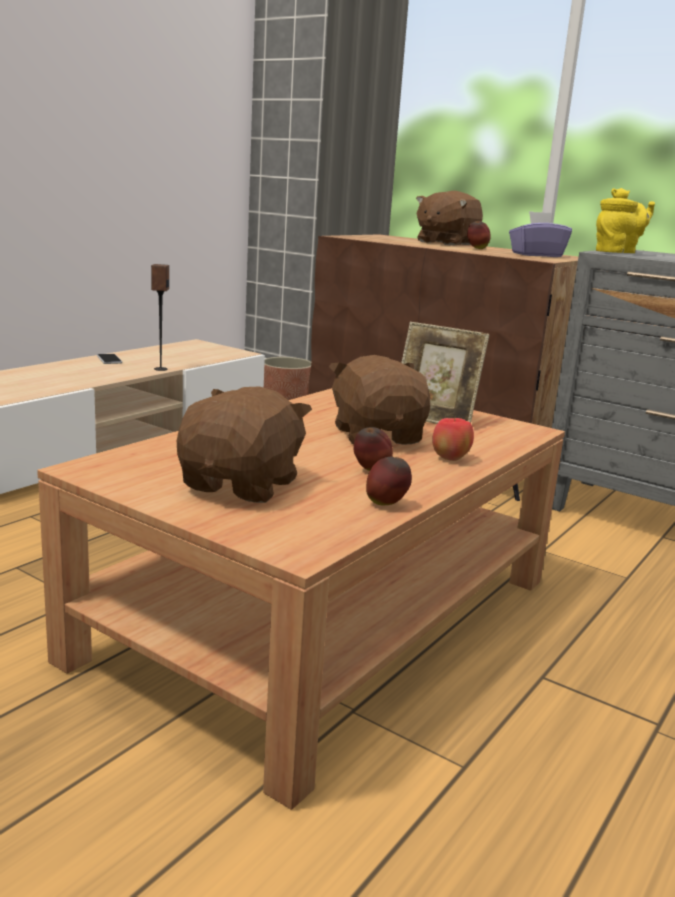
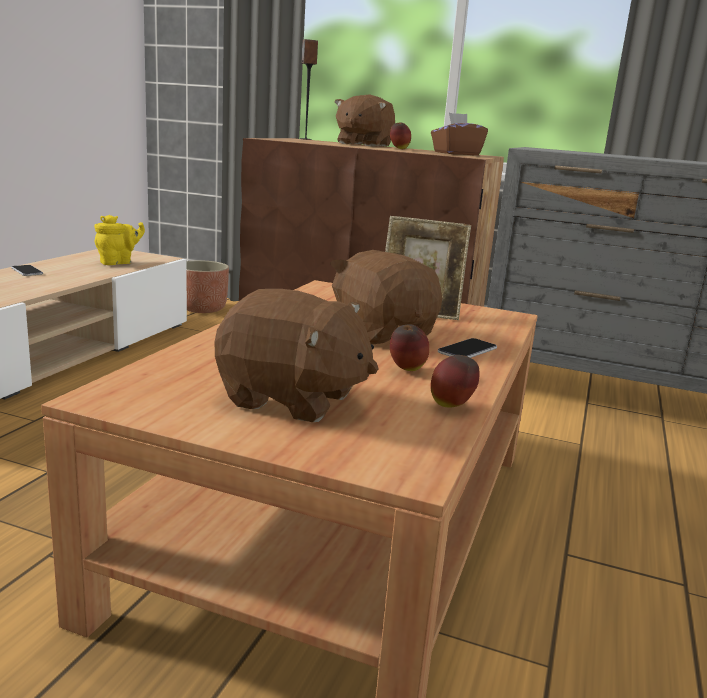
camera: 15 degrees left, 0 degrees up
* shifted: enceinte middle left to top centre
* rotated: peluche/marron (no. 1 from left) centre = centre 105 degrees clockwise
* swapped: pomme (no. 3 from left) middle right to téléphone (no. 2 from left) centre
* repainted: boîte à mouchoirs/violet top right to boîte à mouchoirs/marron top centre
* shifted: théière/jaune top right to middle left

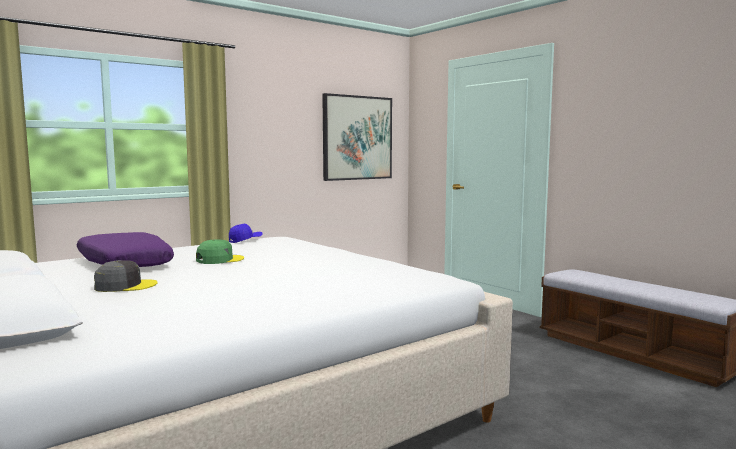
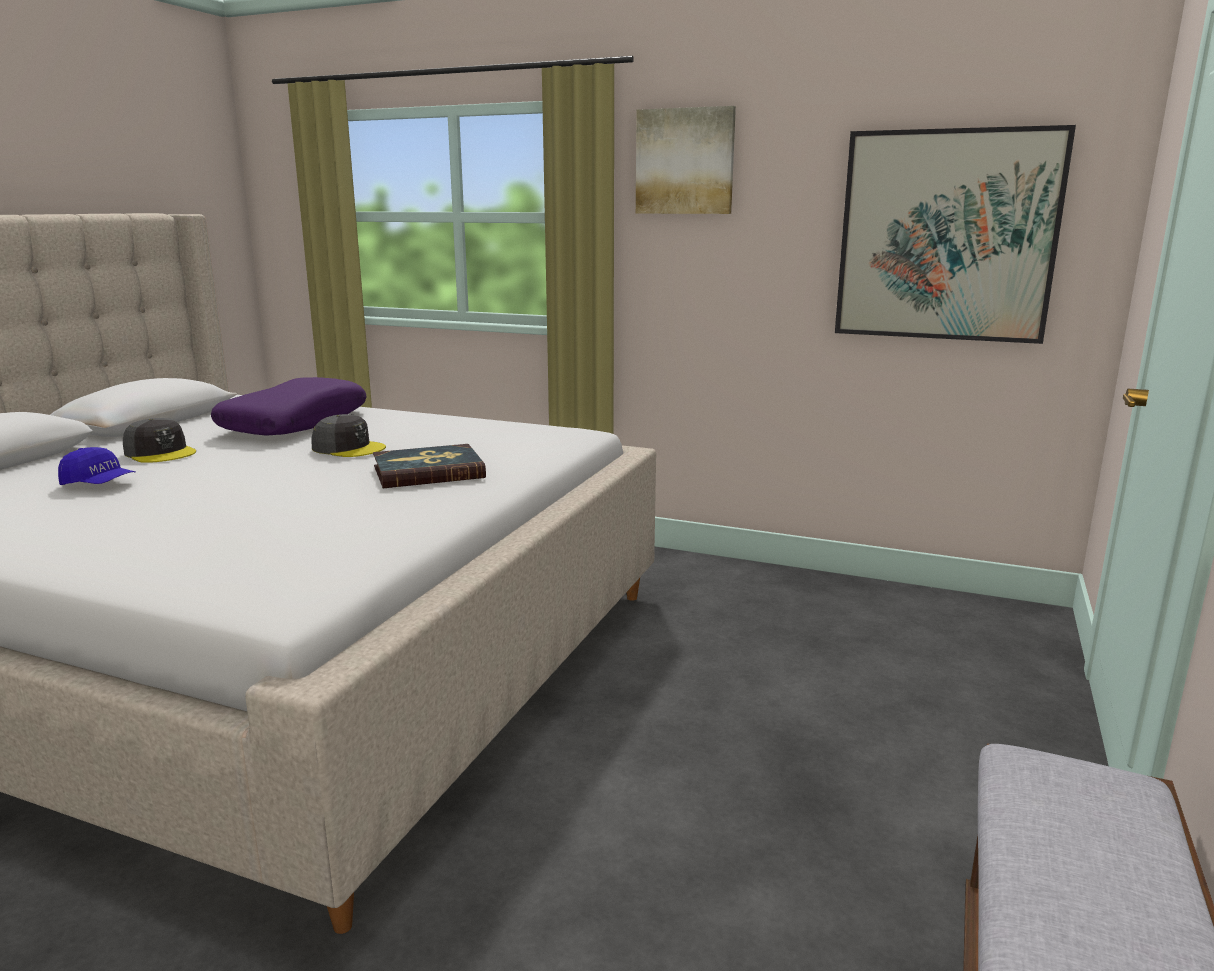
camera: 60 degrees right, 10 degrees up
* repainted: casquette/vert middle left to casquette/gris (no. 2 from left) middle left
* shifted: casquette/bleu centre to middle left
* new: livre centre
* new: tableau (no. 1 from left) top centre

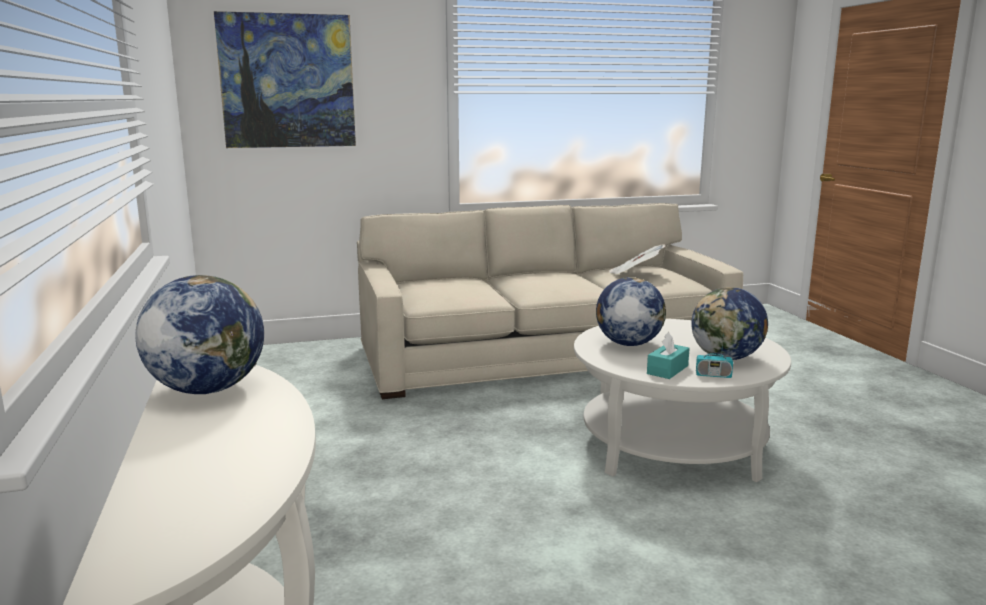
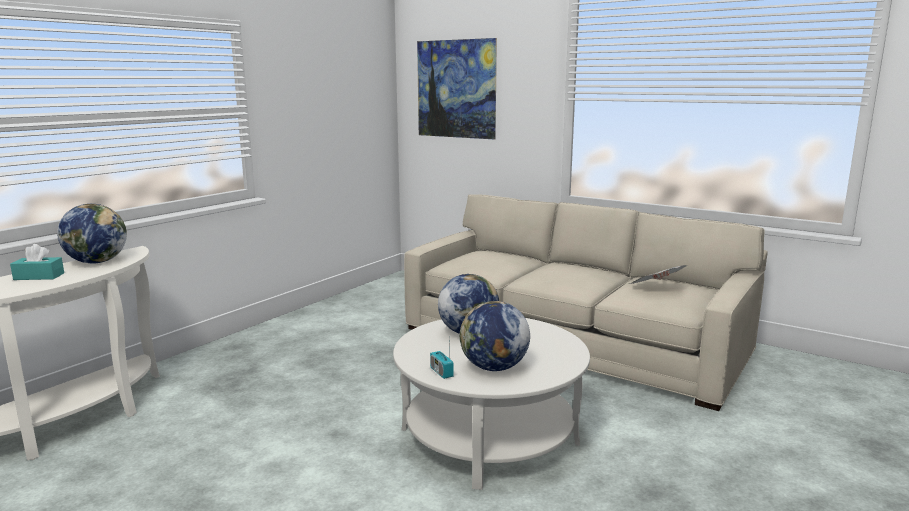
camera: 50 degrees right, 0 degrees up
* shifted: boîte à mouchoirs/turquoise middle right to middle left

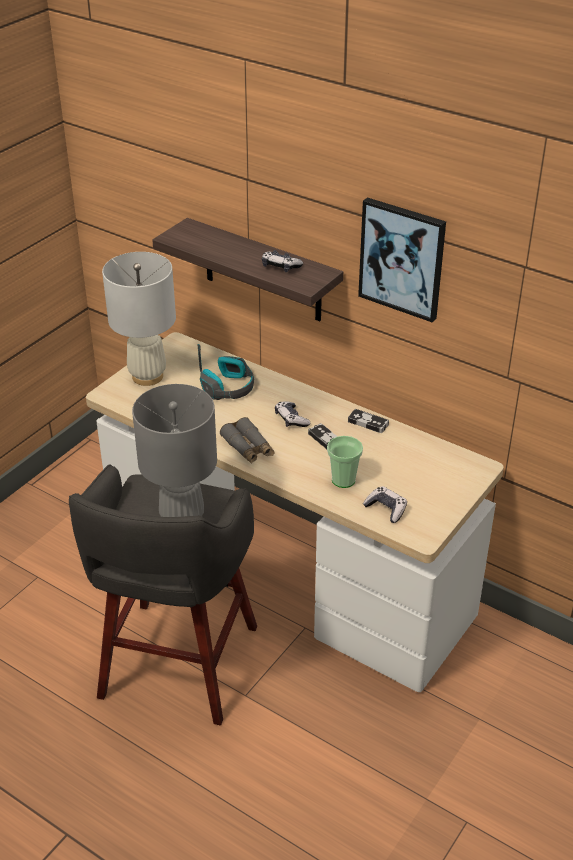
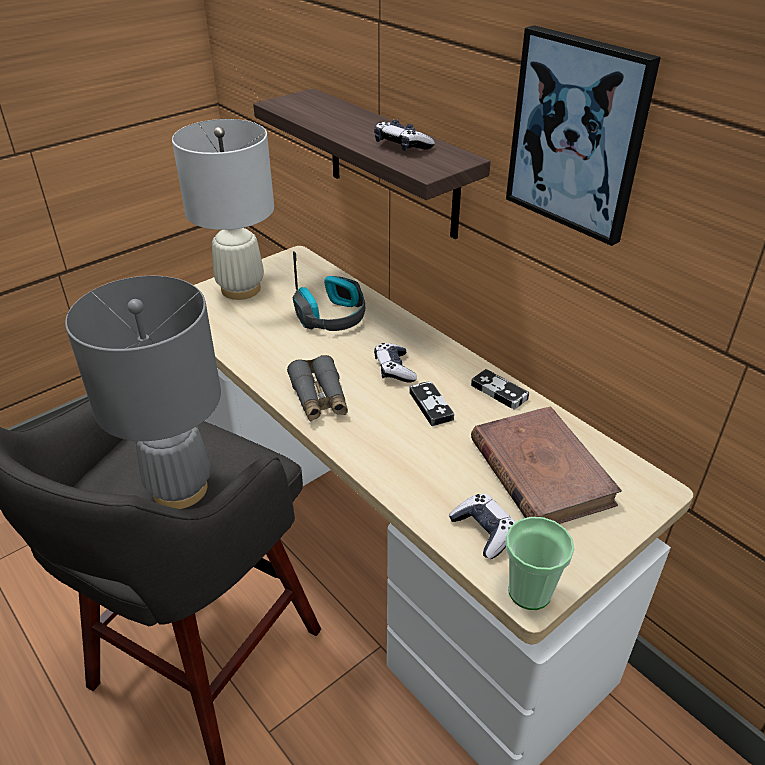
camera: 15 degrees right, 0 degrees up
* shifted: tasse centre to bottom right
* new: livre/marron middle right

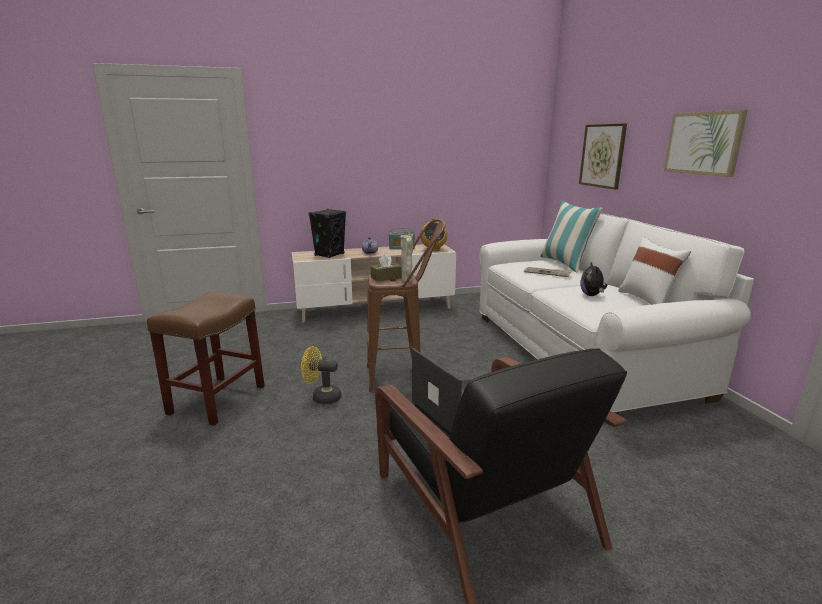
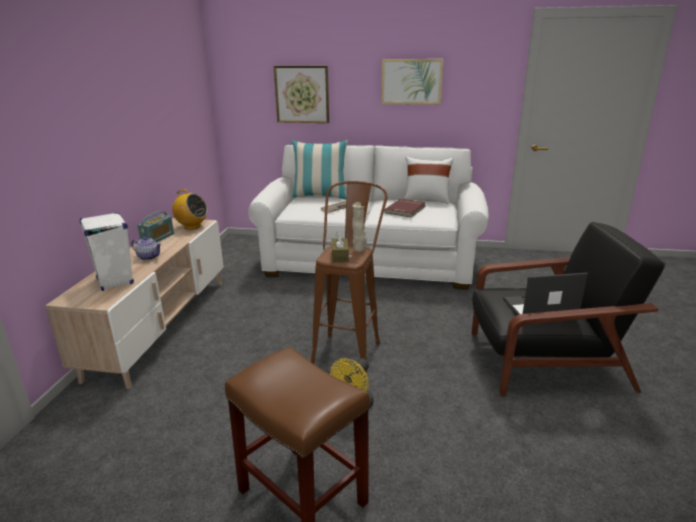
camera: 65 degrees left, 5 degrees up
* repainted: enceinte/noir centre to enceinte/blanc middle left
* swapped: peluche middle right to livre/rouge centre

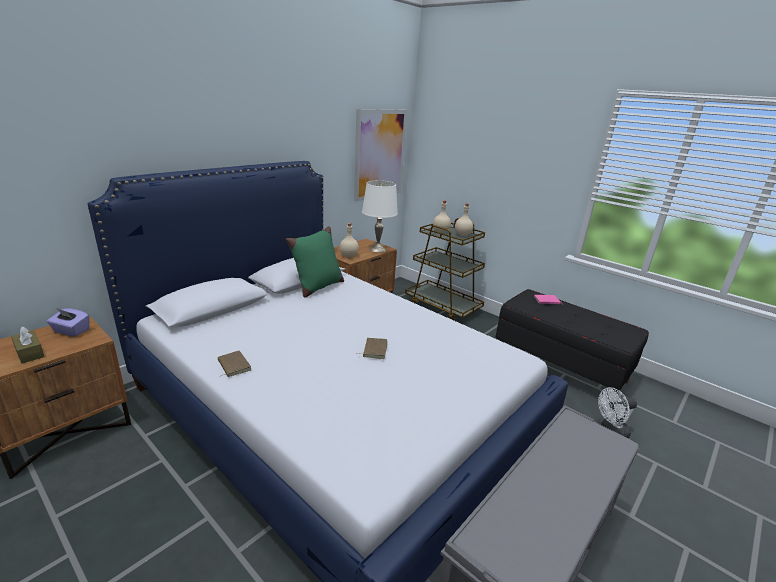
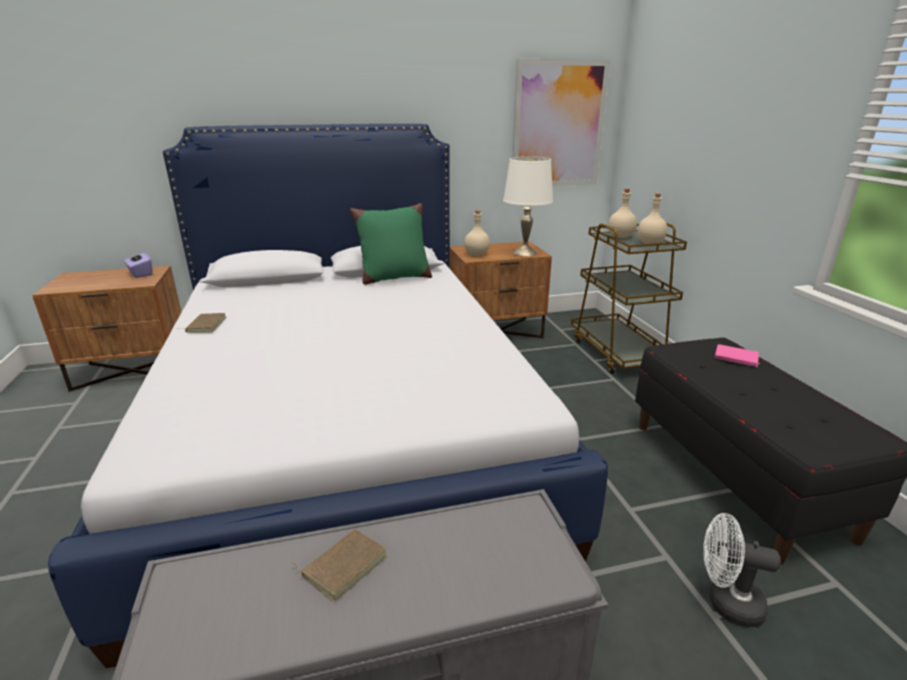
camera: 35 degrees right, 0 degrees up
* gone: boîte à mouchoirs/marron middle left
* shifted: livre/marron (no. 2 from left) centre to bottom centre

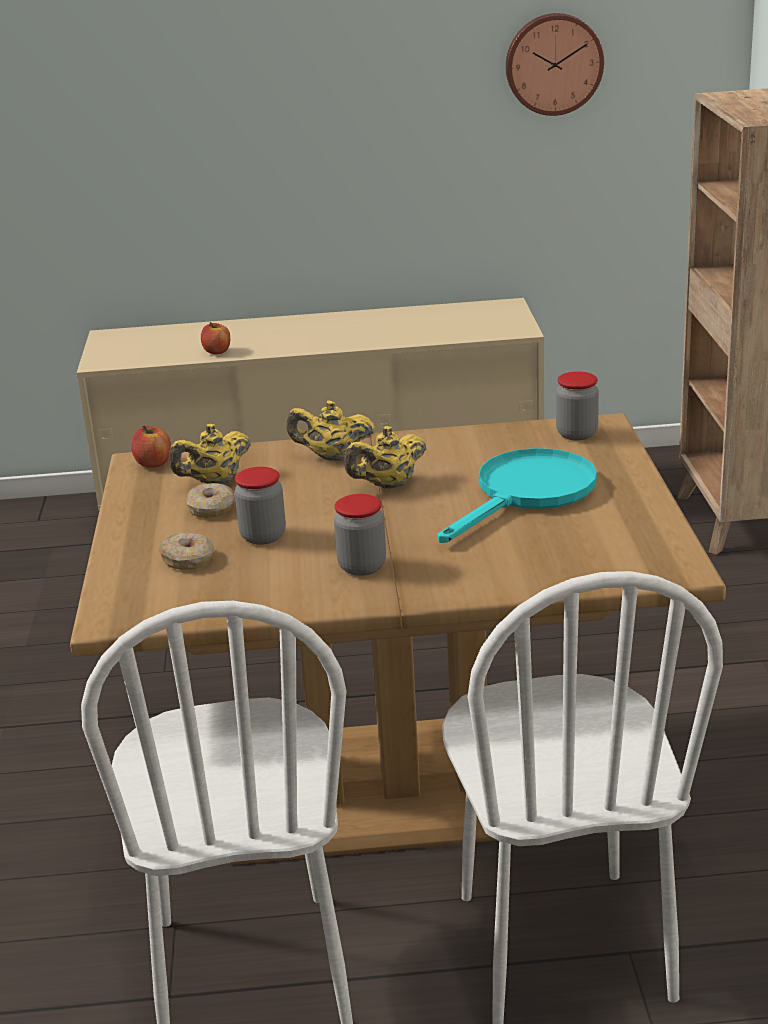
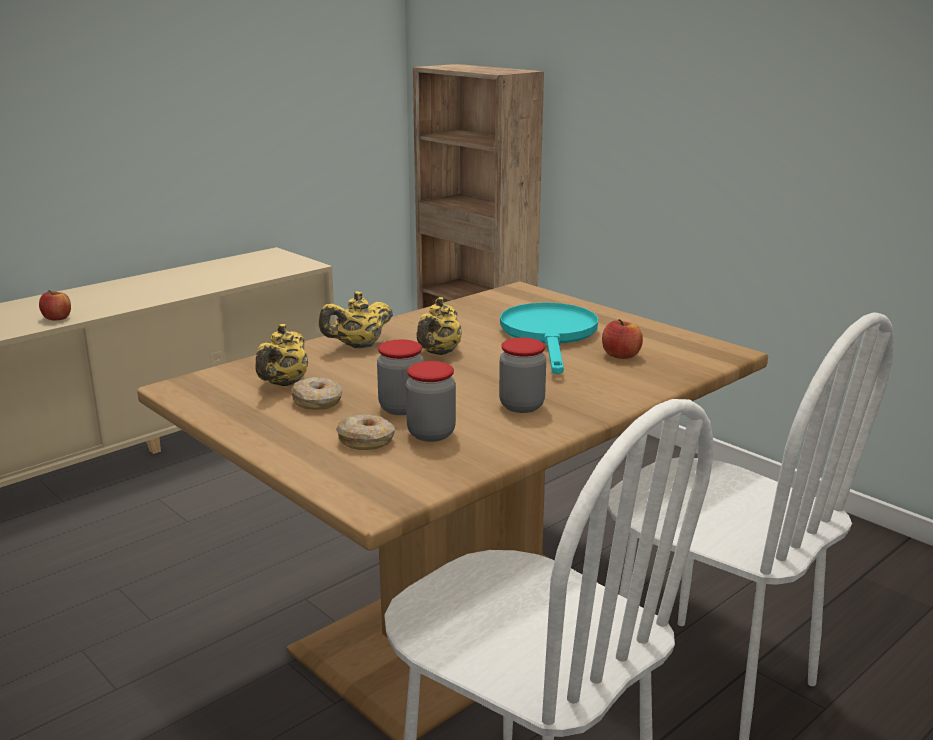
camera: 40 degrees left, 5 degrees down
* shifted: pomme (no. 1 from left in the first image) middle left to pomme (no. 2 from left) middle right
* gone: horloge murale top right
* shifted: bocal (no. 3 from left in the first image) middle right to bocal (no. 2 from left) centre

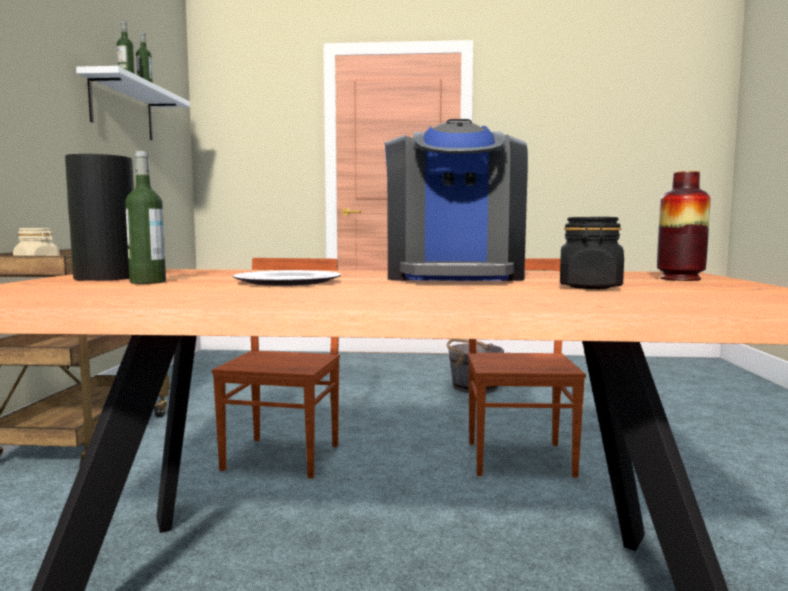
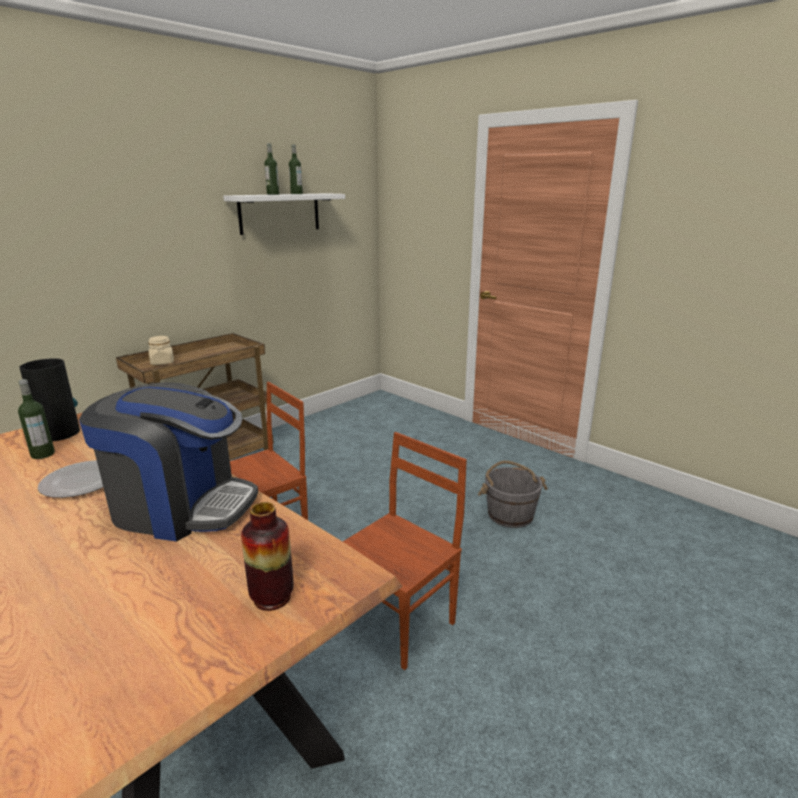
camera: 40 degrees right, 15 degrees up
* rotated: machine à café centre = middle left 120 degrees counterclockwise
* gone: bocal/noir middle right

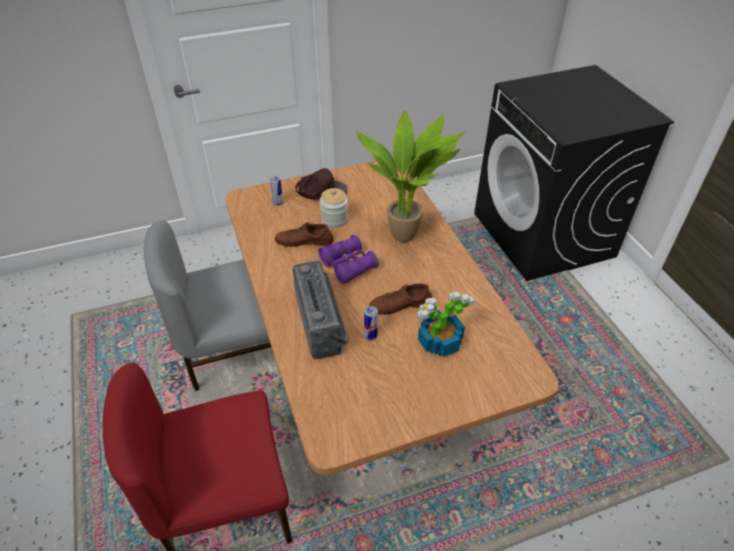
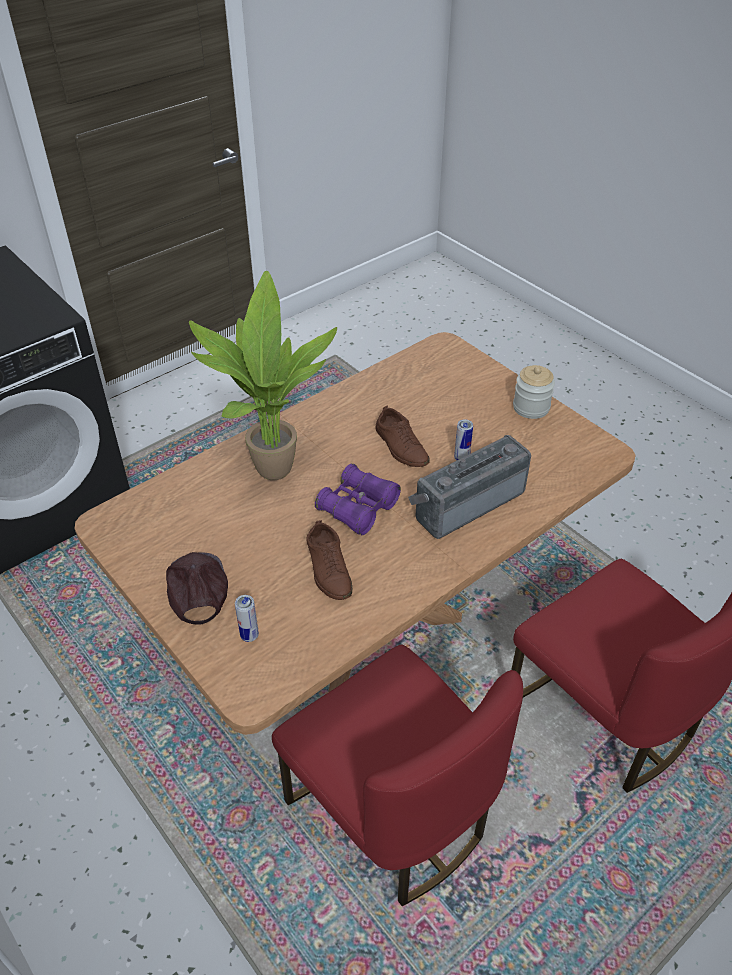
camera: 110 degrees left, 0 degrees up
* repainted: chaise/gris middle left to chaise/rouge (no. 1 from left) bottom centre
* shifted: bocal centre to middle right
* gone: plante en pot (no. 2 from left) centre

